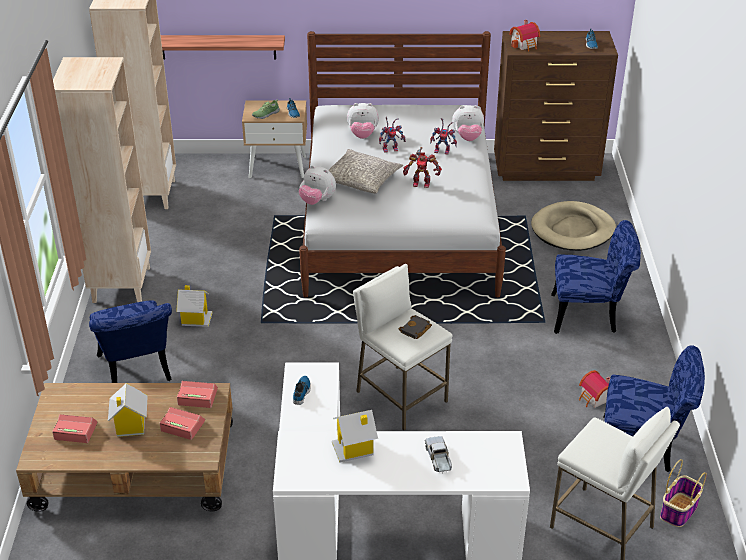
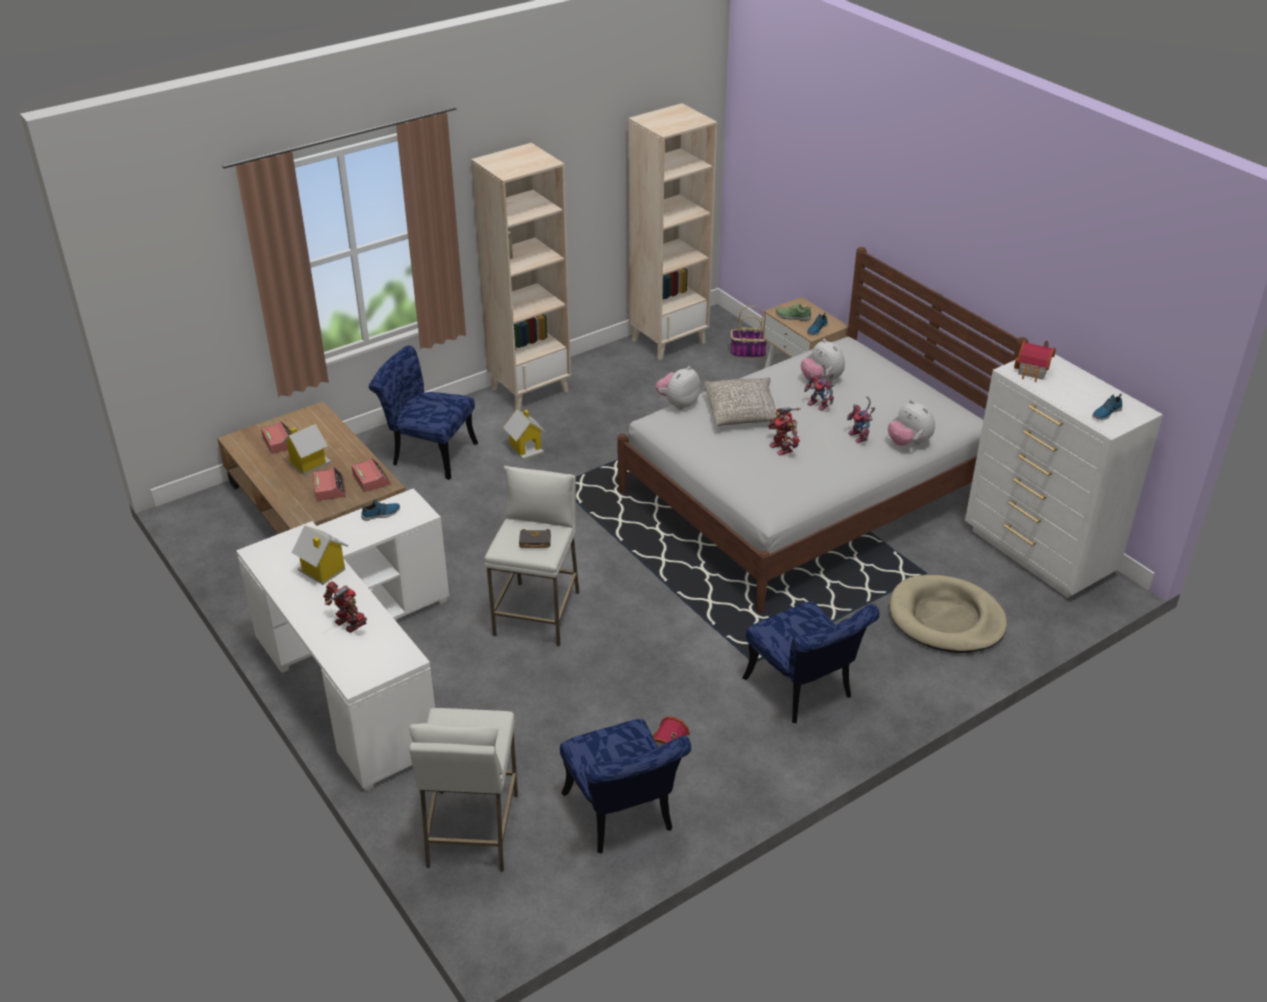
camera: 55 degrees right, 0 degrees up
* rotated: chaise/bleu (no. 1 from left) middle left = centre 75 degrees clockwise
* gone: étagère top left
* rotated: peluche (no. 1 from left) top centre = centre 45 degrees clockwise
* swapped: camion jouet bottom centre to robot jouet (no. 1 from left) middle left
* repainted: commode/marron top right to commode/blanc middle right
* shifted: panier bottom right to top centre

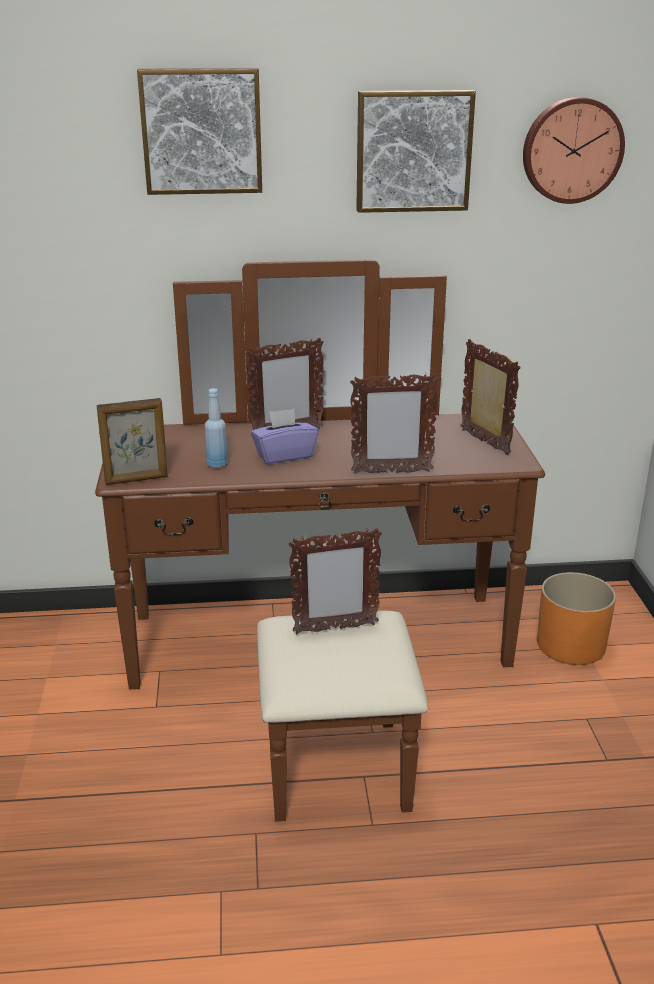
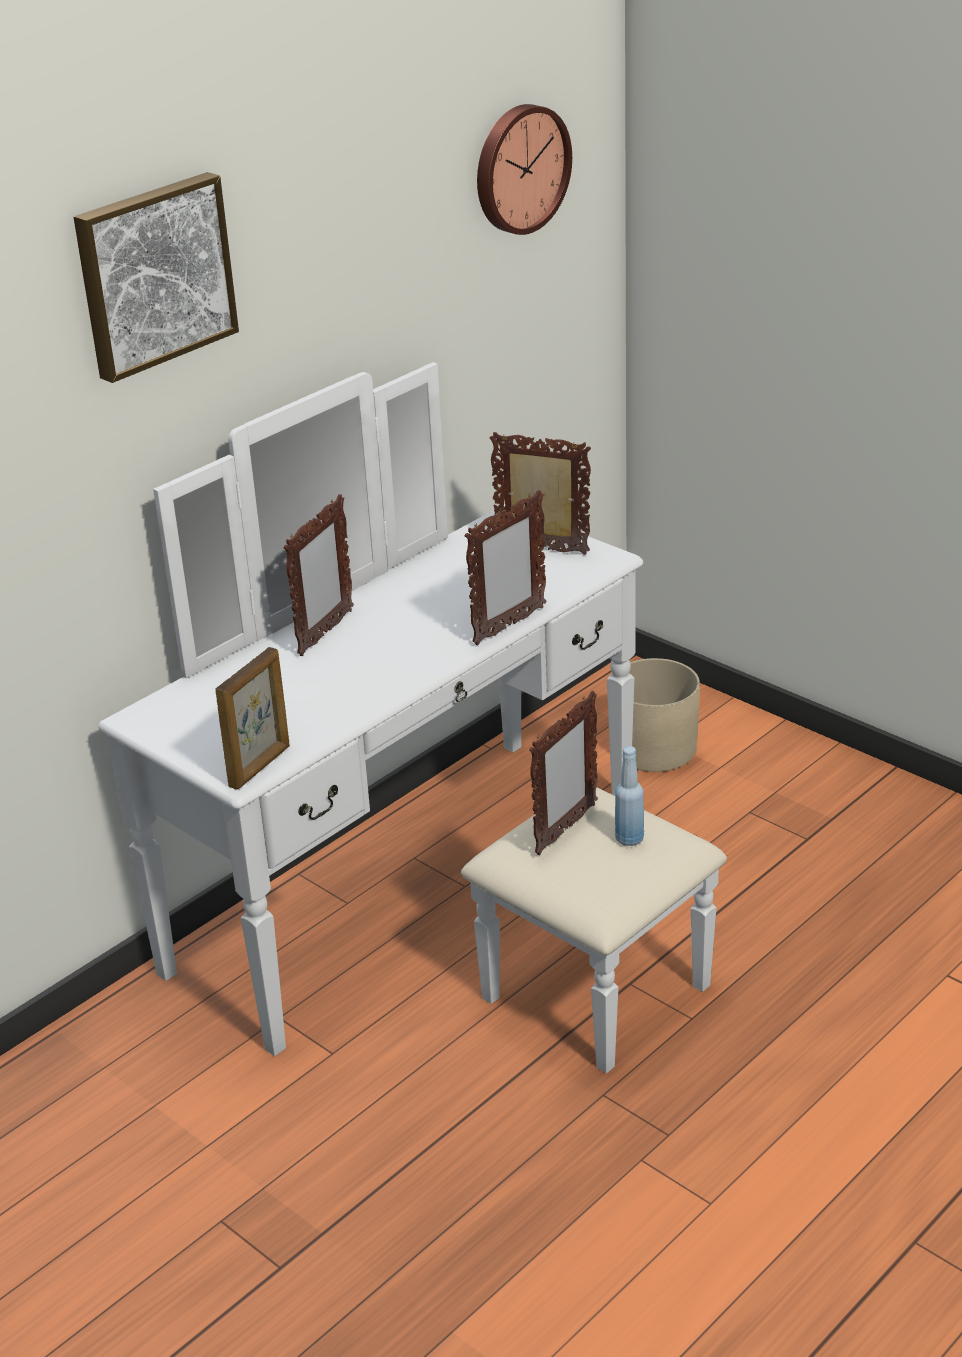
camera: 40 degrees left, 5 degrees up
* repainted: commode/marron centre to commode/blanc centre
* shifted: bouteille/bleu middle left to centre
* gone: boîte à mouchoirs/violet centre
* gone: tableau (no. 2 from left) top centre
* repainted: cache-pot/orange middle right to cache-pot/beige middle right

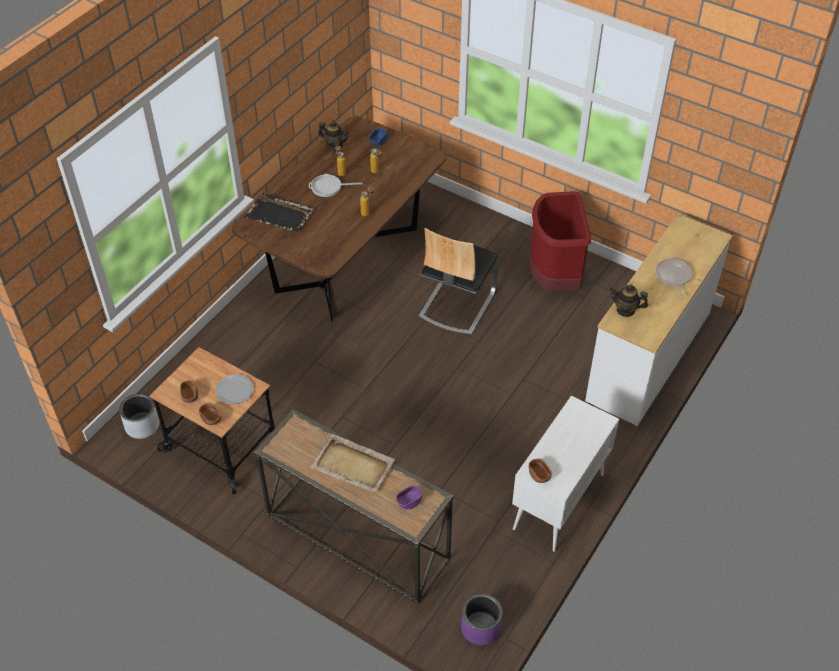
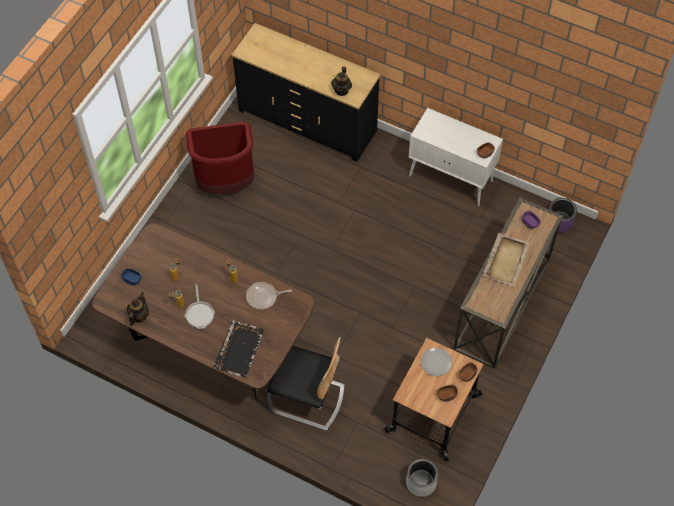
camera: 95 degrees left, 10 degrees up
* shifted: chaise centre to bottom centre
* repainted: commode/blanc middle right to commode/noir top centre
* shifted: poêle (no. 2 from left) middle right to centre

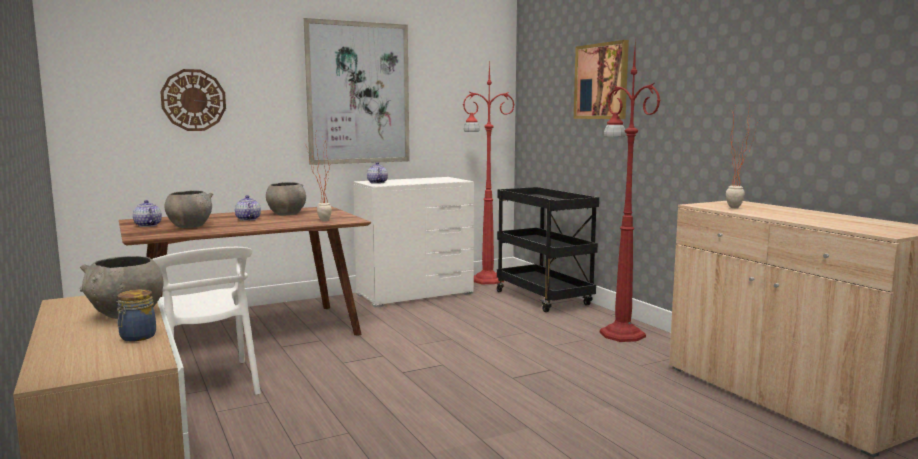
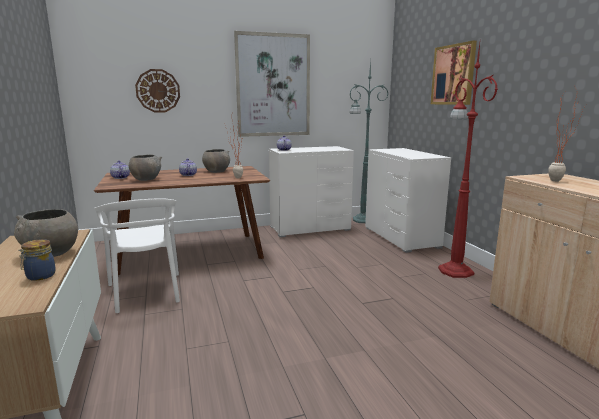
camera: 10 degrees right, 5 degrees up
* repainted: lampadaire/rouge (no. 1 from left) centre to lampadaire/vert centre
* swapped: chariot/noir centre to commode/blanc (no. 2 from left) middle right

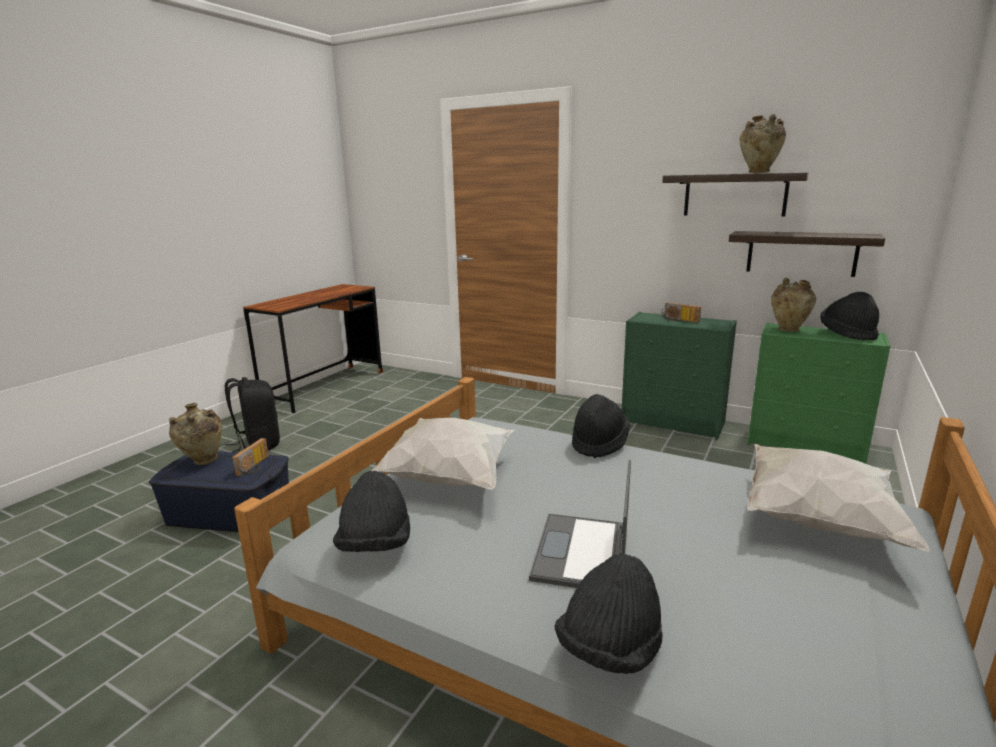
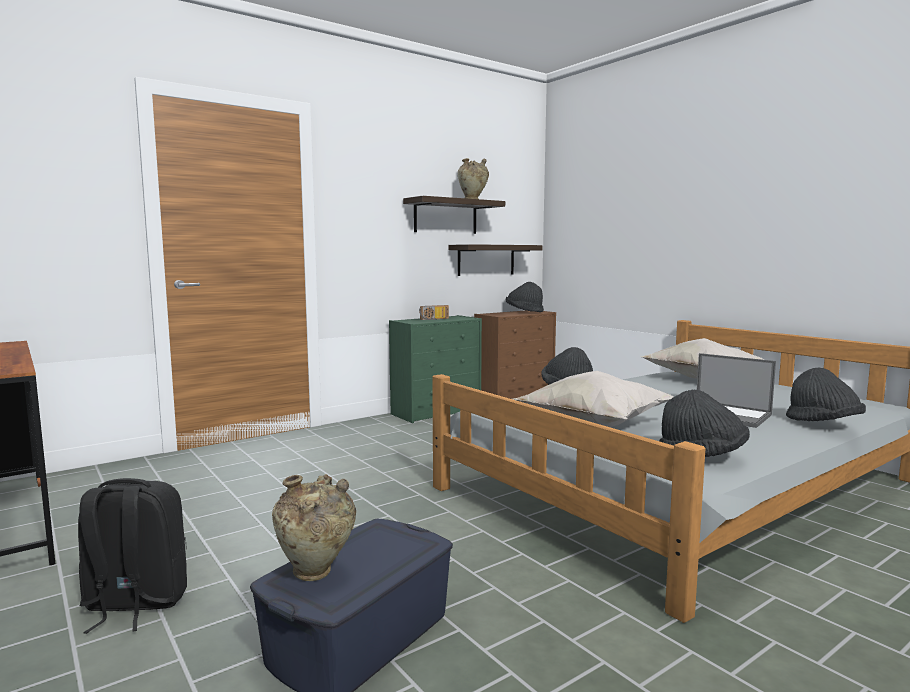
camera: 65 degrees left, 10 degrees down
* gone: radio (no. 1 from left) middle left
* repainted: commode/vert (no. 2 from left) middle right to commode/marron centre
* gone: vase/beige (no. 3 from left) middle right

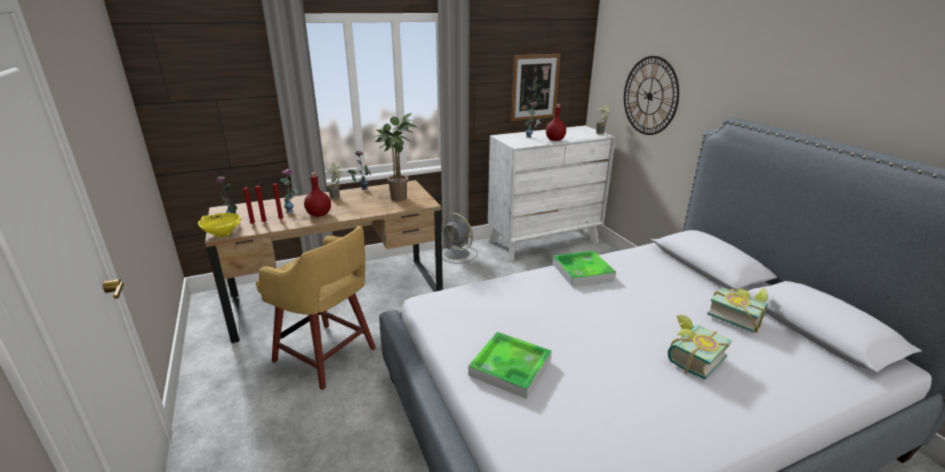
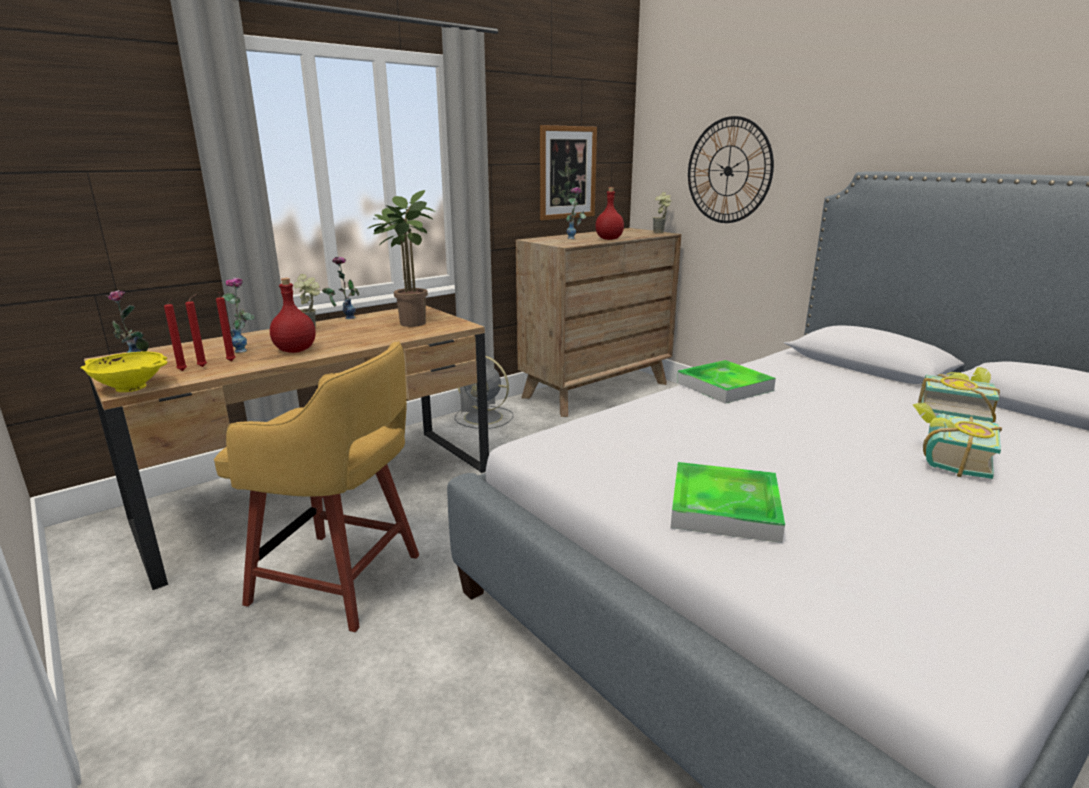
camera: 15 degrees left, 5 degrees down
* repainted: commode/blanc centre to commode/marron centre

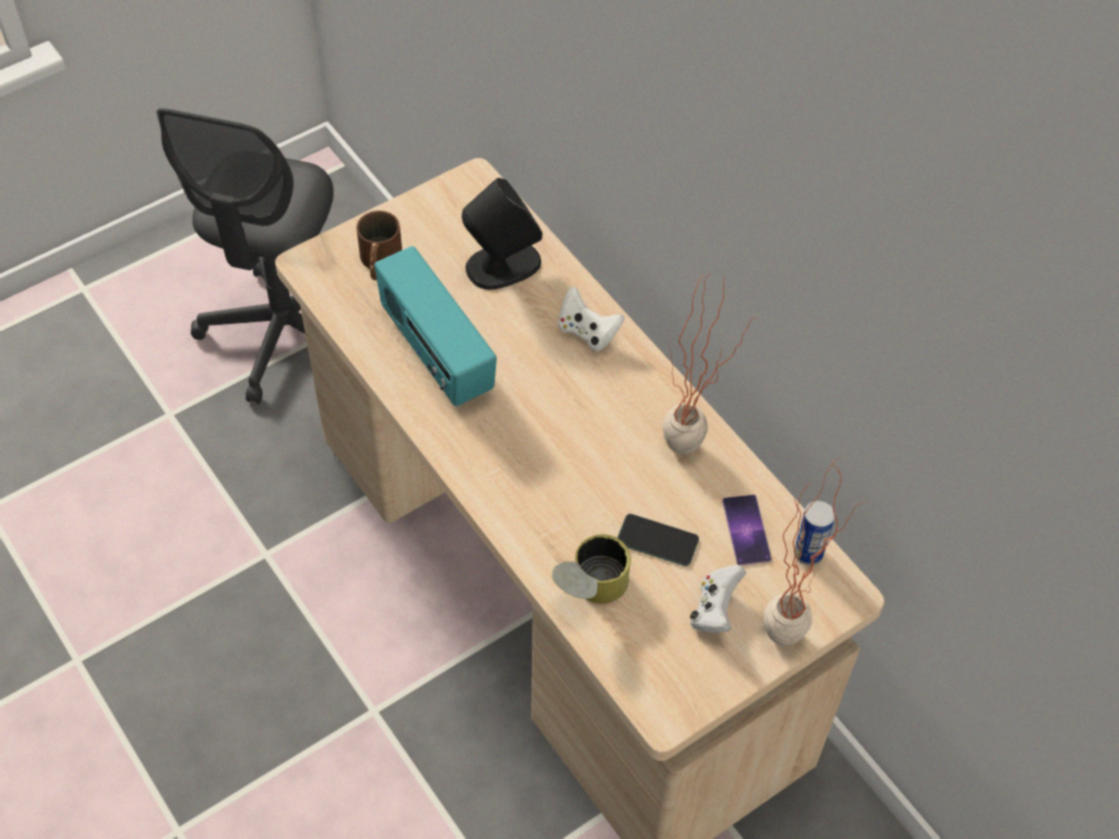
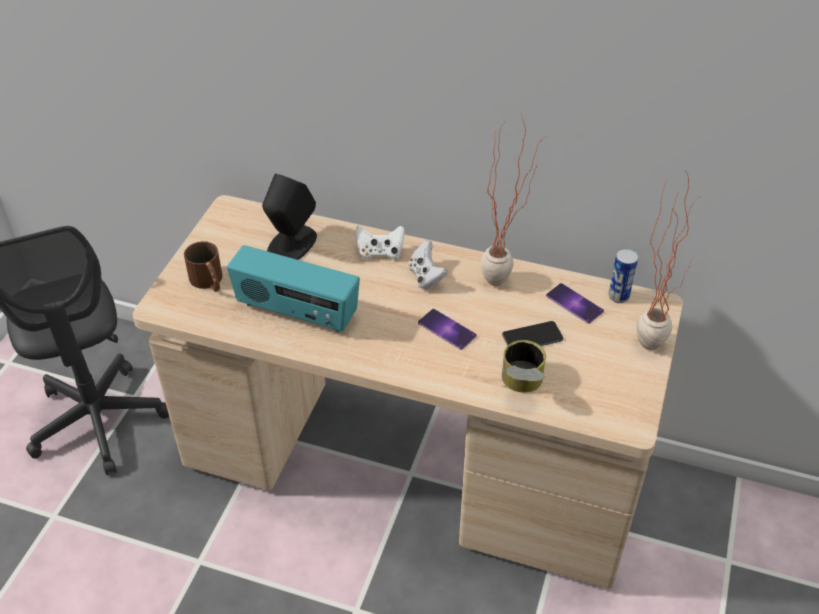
camera: 35 degrees left, 10 degrees down
* shifted: manette/blanc (no. 2 from left) bottom centre to centre
* new: téléphone (no. 1 from left) centre

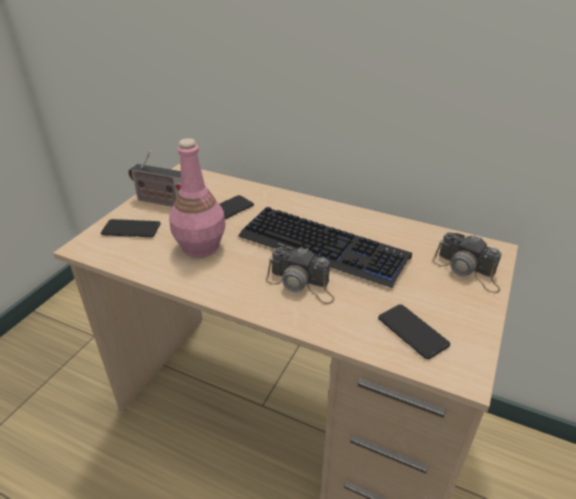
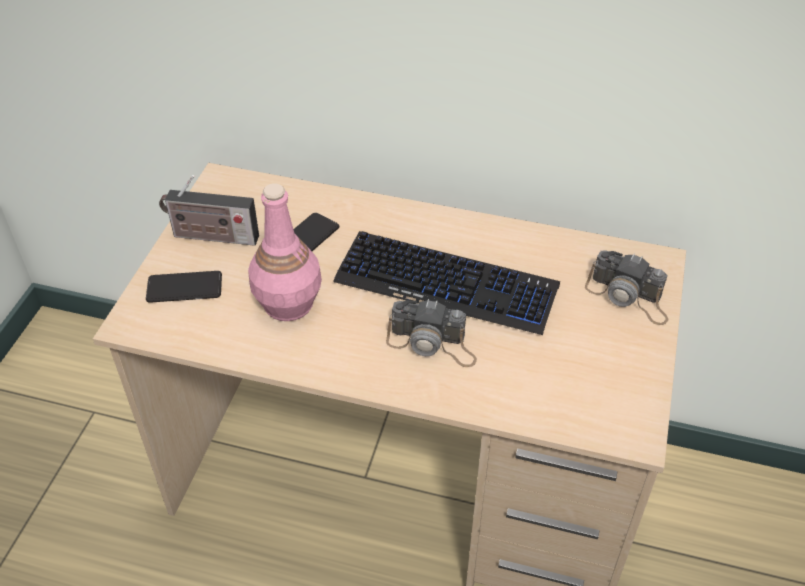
camera: 10 degrees left, 10 degrees up
* gone: téléphone (no. 3 from left) middle right

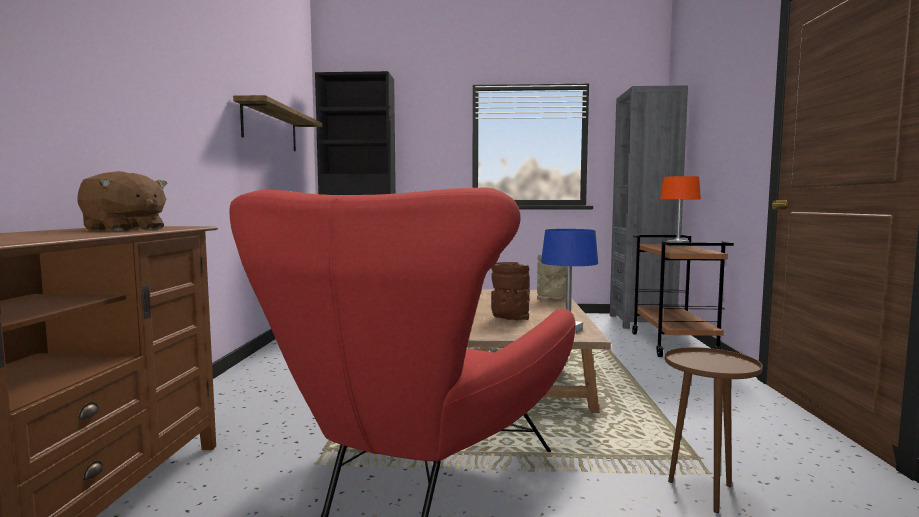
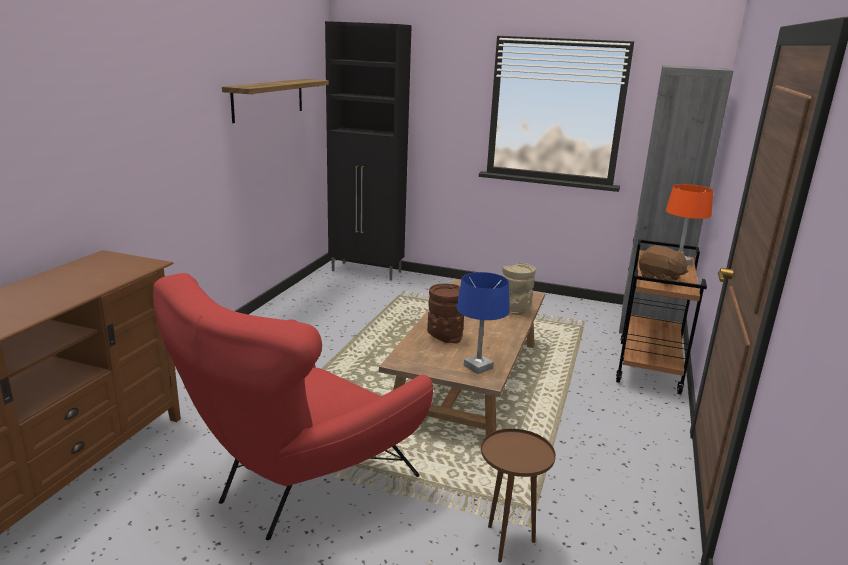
camera: 15 degrees right, 15 degrees up
* shifted: peluche/marron middle left to middle right

